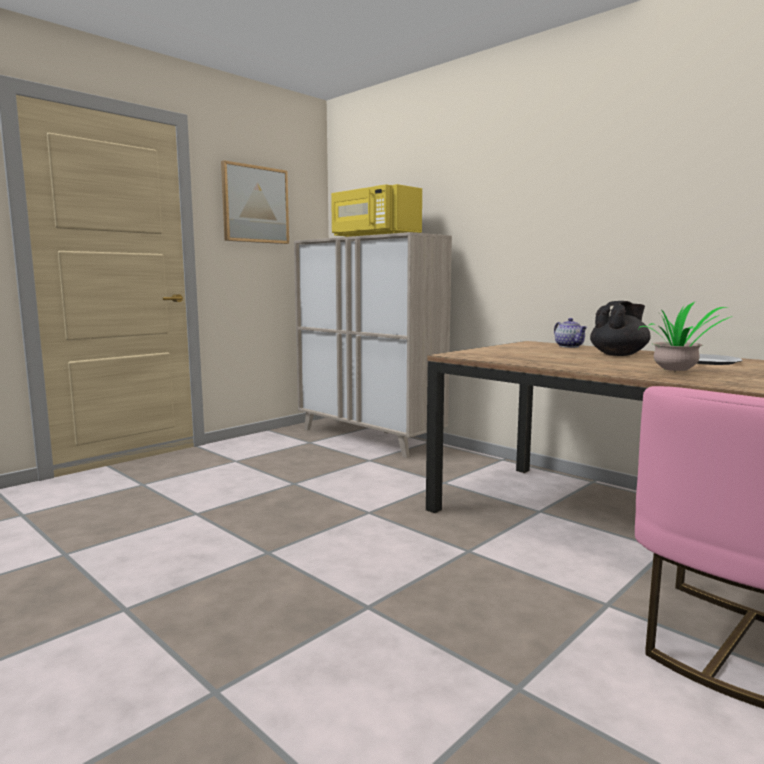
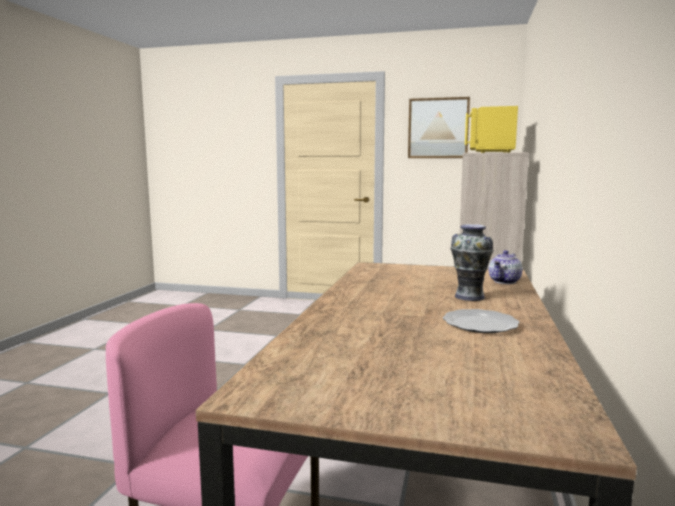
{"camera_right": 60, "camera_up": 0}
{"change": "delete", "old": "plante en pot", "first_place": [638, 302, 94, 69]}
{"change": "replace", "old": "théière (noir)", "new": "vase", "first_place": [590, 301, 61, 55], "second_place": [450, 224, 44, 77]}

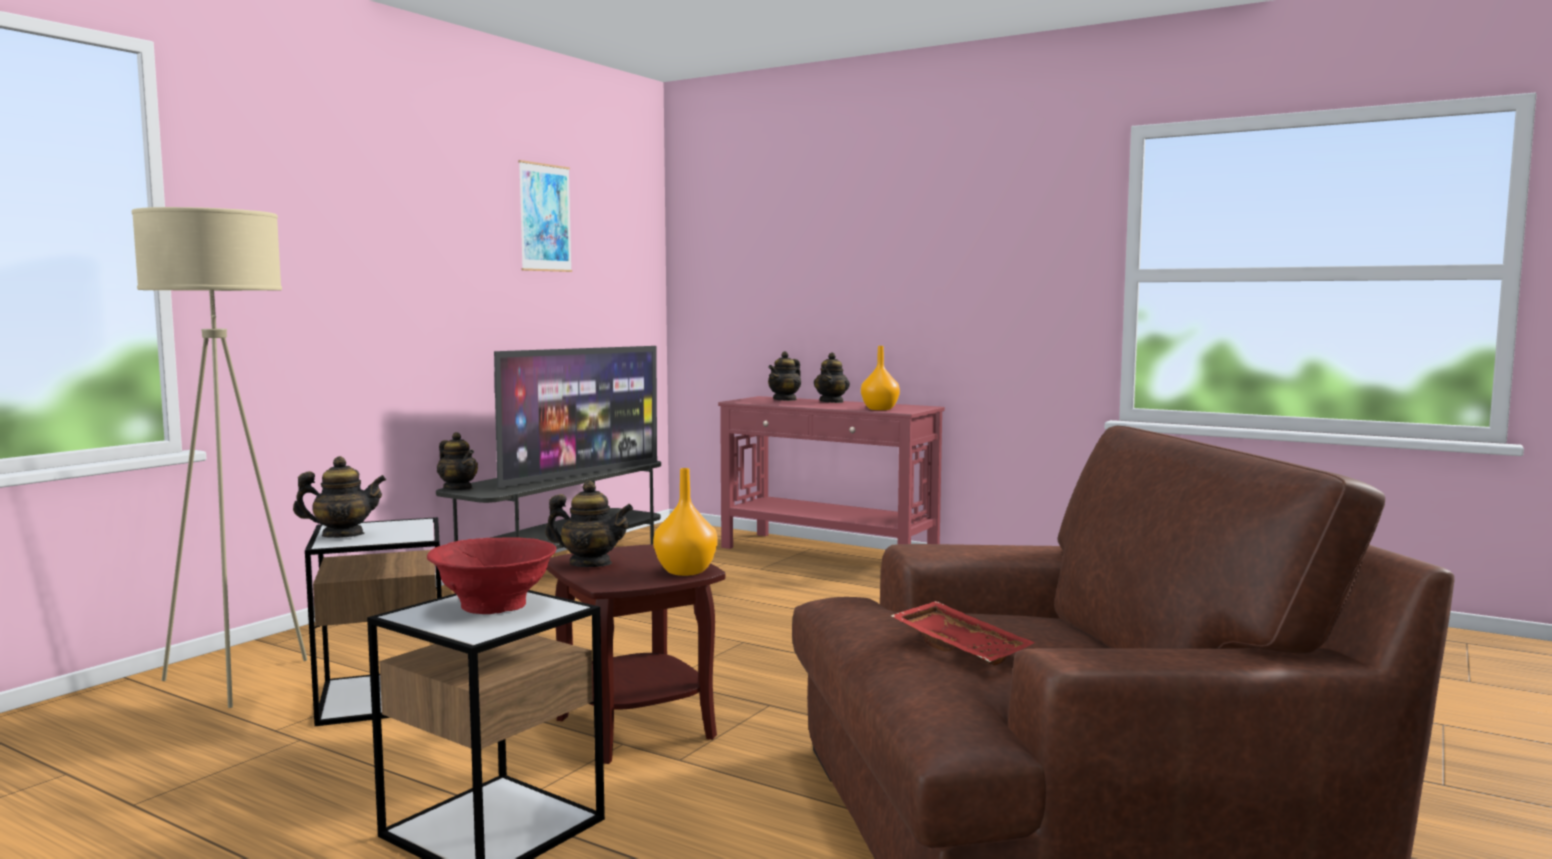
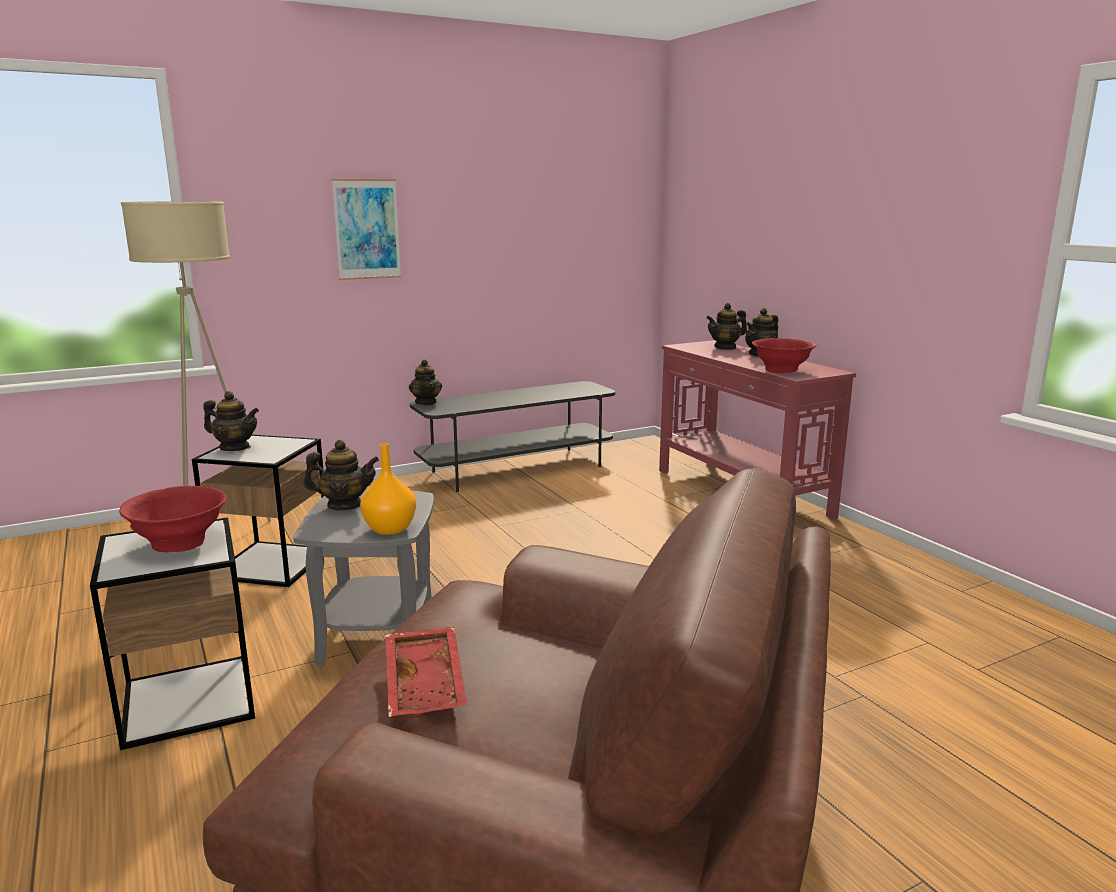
{"camera_right": 30, "camera_up": 10}
{"change": "delete", "old": "téléviseur", "first_place": [494, 346, 163, 141]}
{"change": "move", "old": "tableau", "first_place": [518, 160, 54, 112], "second_place": [332, 179, 69, 101]}
{"change": "replace", "old": "vase (orange)", "new": "bol (rouge)", "first_place": [861, 346, 39, 64], "second_place": [752, 338, 64, 35]}
{"change": "recolor", "old": "table d'appoint (marron)", "new": "table d'appoint (gris)", "first_place": [547, 544, 178, 220], "second_place": [293, 490, 141, 177]}
{"change": "rotate", "old": "théière", "first_place": [545, 481, 88, 86], "second_place": [303, 440, 76, 70], "degrees": -45}

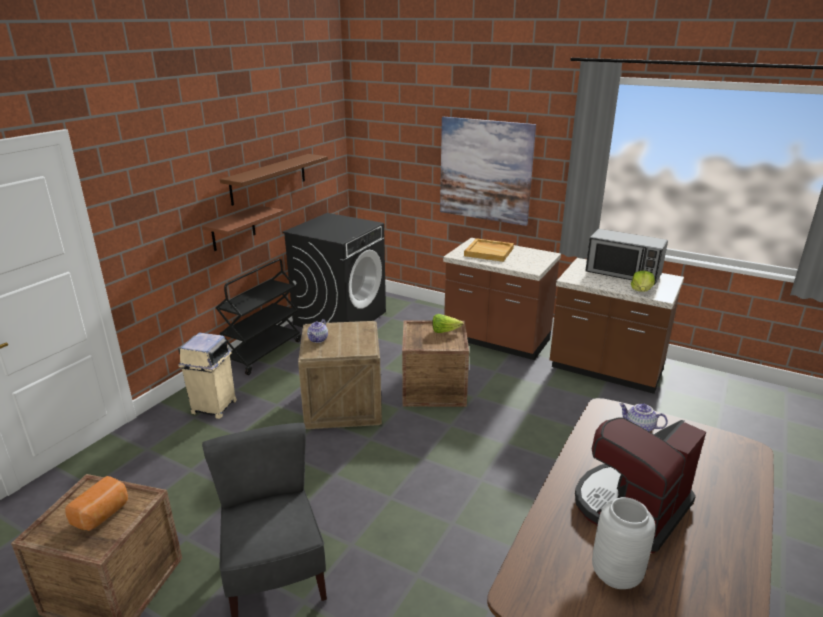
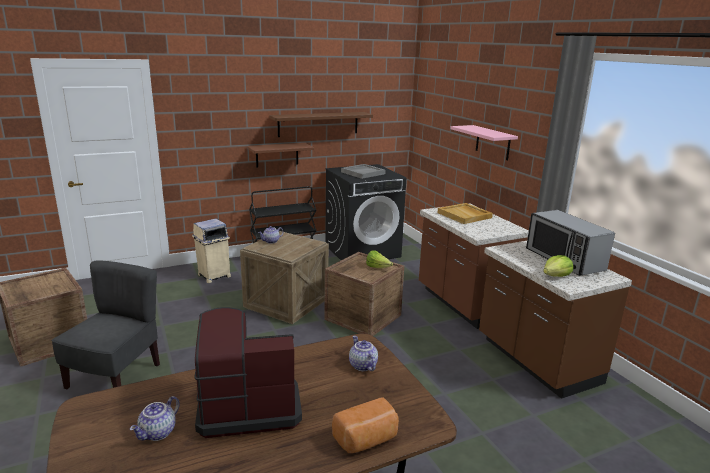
{"camera_right": 35, "camera_up": -5}
{"change": "insert", "new": "plateau (gris)", "second_place": [341, 164, 45, 15]}
{"change": "move", "old": "pain", "first_place": [65, 476, 63, 55], "second_place": [332, 398, 67, 55]}
{"change": "replace", "old": "tableau", "new": "étagère (rose)", "first_place": [440, 117, 96, 109], "second_place": [450, 125, 68, 35]}
{"change": "replace", "old": "vase (gris)", "new": "théière", "first_place": [592, 497, 63, 92], "second_place": [130, 396, 50, 45]}

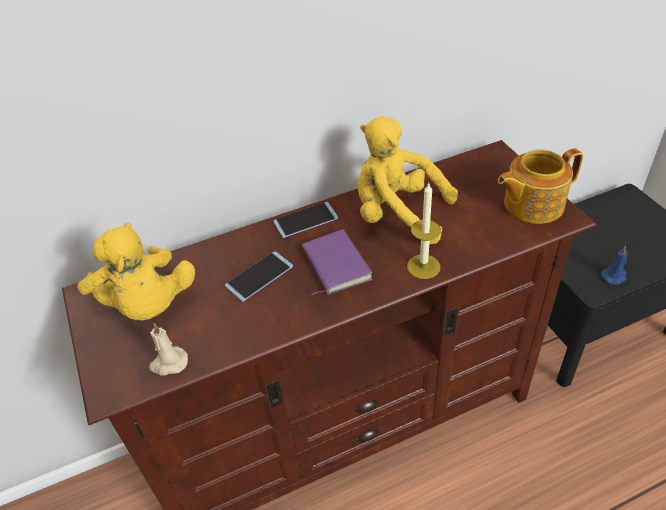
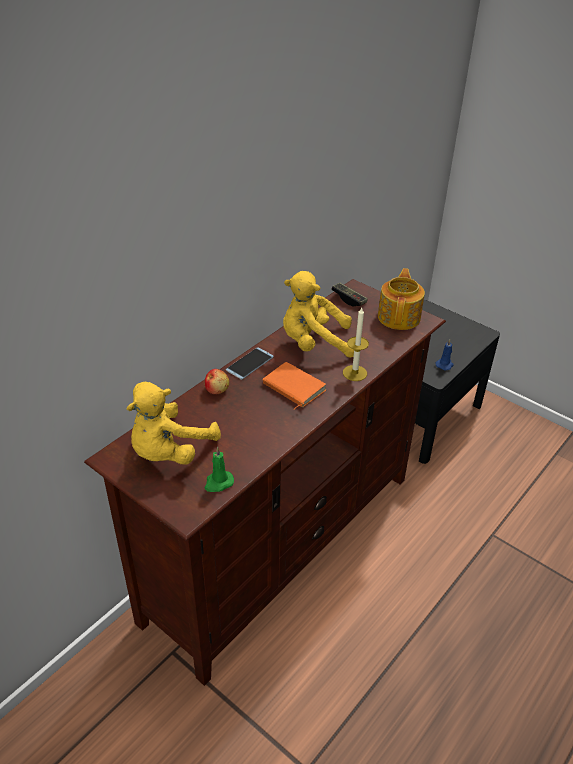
{"camera_right": -30, "camera_up": -5}
{"change": "delete", "old": "téléphone", "first_place": [225, 251, 68, 51]}
{"change": "insert", "new": "pomme", "second_place": [205, 369, 24, 25]}
{"change": "insert", "new": "manette", "second_place": [331, 283, 37, 23]}
{"change": "recolor", "old": "bougie (beige)", "new": "bougie (vert)", "first_place": [149, 323, 39, 52], "second_place": [204, 447, 30, 45]}
{"change": "recolor", "old": "livre (violet)", "new": "livre (orange)", "first_place": [302, 229, 70, 66], "second_place": [263, 362, 63, 48]}
{"change": "rotate", "old": "peluche (jaune)", "first_place": [77, 223, 118, 98], "second_place": [127, 382, 94, 83], "degrees": 90}
{"change": "rotate", "old": "théière", "first_place": [498, 148, 85, 76], "second_place": [378, 268, 47, 62], "degrees": 150}

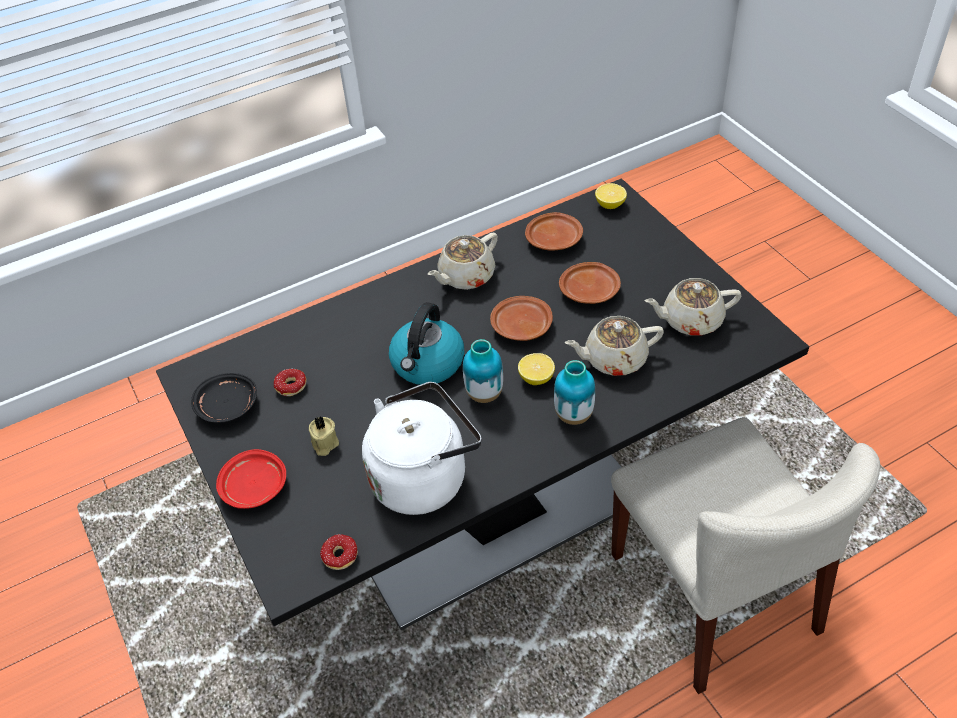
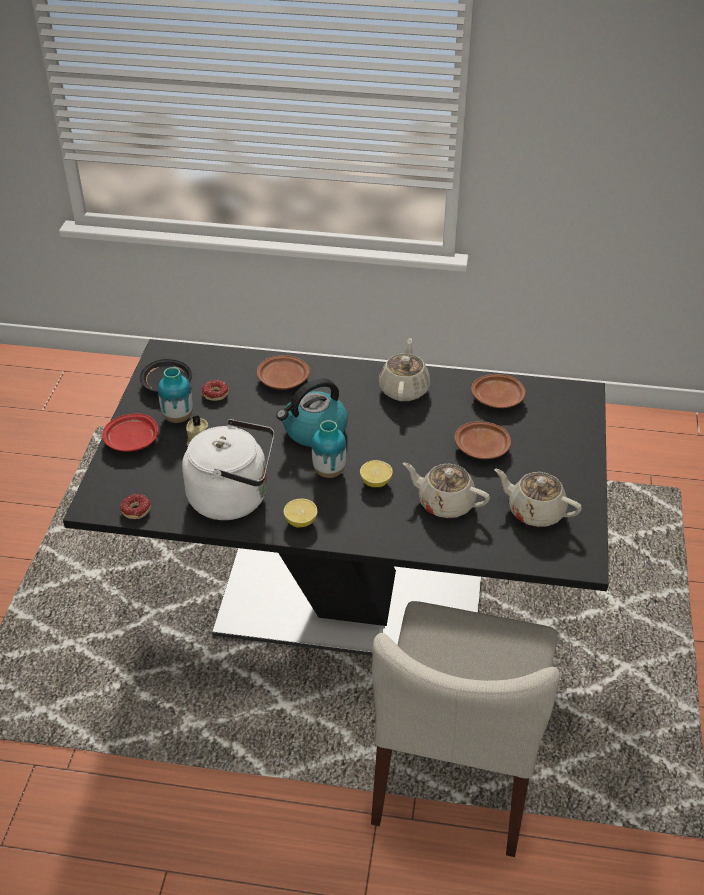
{"camera_right": 35, "camera_up": -5}
{"change": "move", "old": "assiette (marron)", "first_place": [490, 296, 63, 45], "second_place": [257, 355, 53, 35]}
{"change": "move", "old": "vase", "first_place": [554, 360, 41, 65], "second_place": [158, 367, 35, 56]}
{"change": "move", "old": "citron", "first_place": [595, 183, 32, 26], "second_place": [284, 499, 34, 29]}
{"change": "rotate", "old": "théière (beige)", "first_place": [428, 232, 70, 58], "second_place": [379, 338, 51, 63], "degrees": 105}

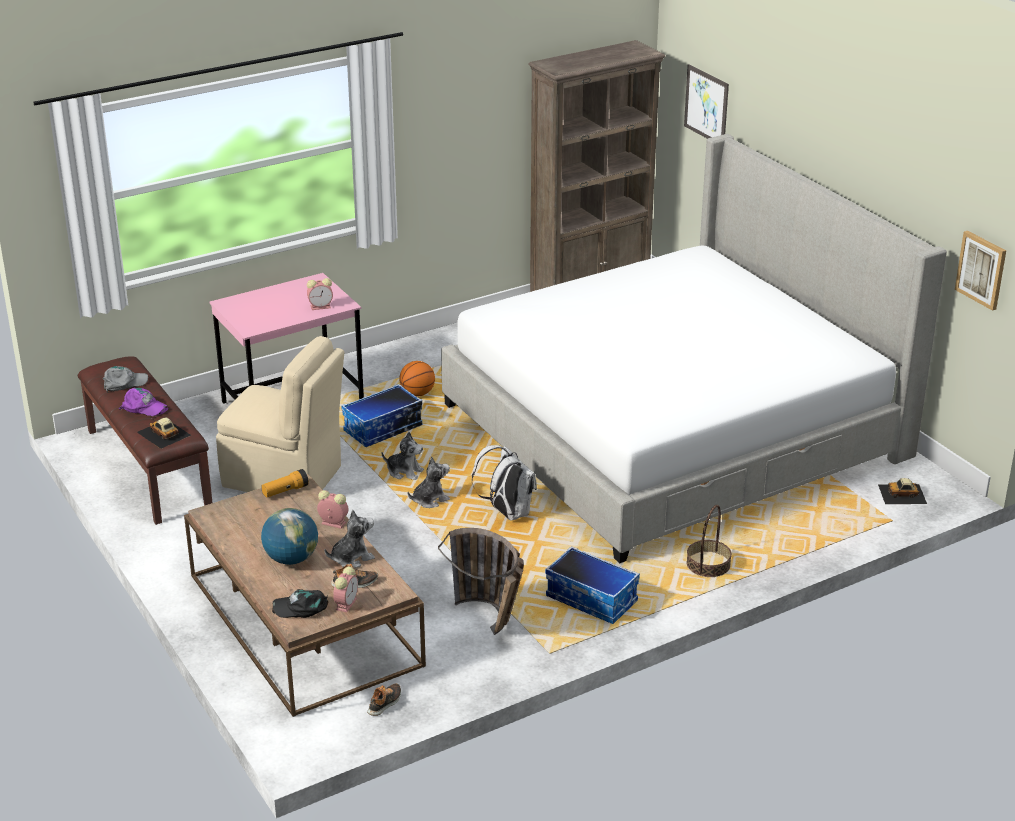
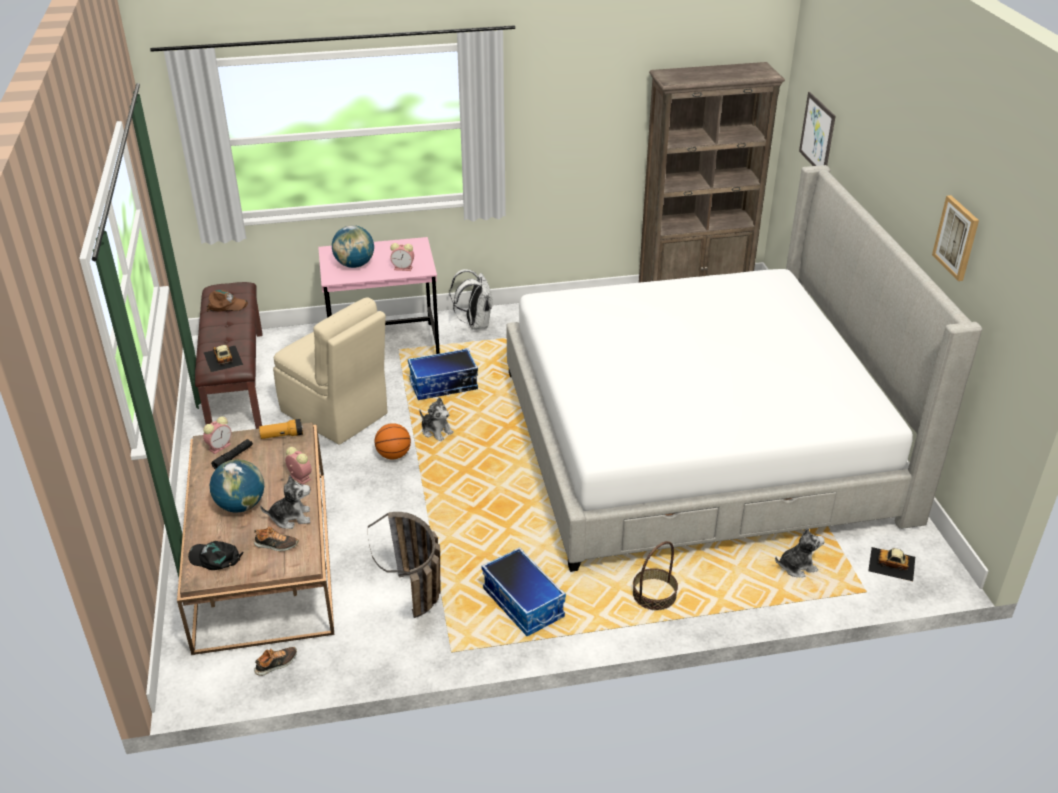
{"camera_right": 20, "camera_up": 5}
{"change": "delete", "old": "casquette (violet)", "first_place": [119, 388, 49, 28]}
{"change": "insert", "new": "lampe de poche (noir)", "second_place": [211, 439, 42, 31]}
{"change": "insert", "new": "globe", "second_place": [332, 225, 42, 43]}
{"change": "move", "old": "réveil", "first_place": [333, 567, 25, 46], "second_place": [203, 416, 29, 38]}
{"change": "move", "old": "ballon de basket", "first_place": [399, 361, 36, 35], "second_place": [374, 423, 37, 36]}
{"change": "move", "old": "peluche", "first_place": [408, 457, 42, 51], "second_place": [775, 527, 50, 50]}
{"change": "move", "old": "sac à dos (blanc)", "first_place": [472, 445, 65, 76], "second_place": [450, 269, 43, 60]}
{"change": "move", "old": "tableau", "first_place": [955, 231, 51, 80], "second_place": [932, 195, 47, 86]}
{"change": "recolor", "old": "casquette (gris)", "new": "casquette (marron)", "first_place": [103, 366, 46, 27], "second_place": [207, 290, 41, 22]}

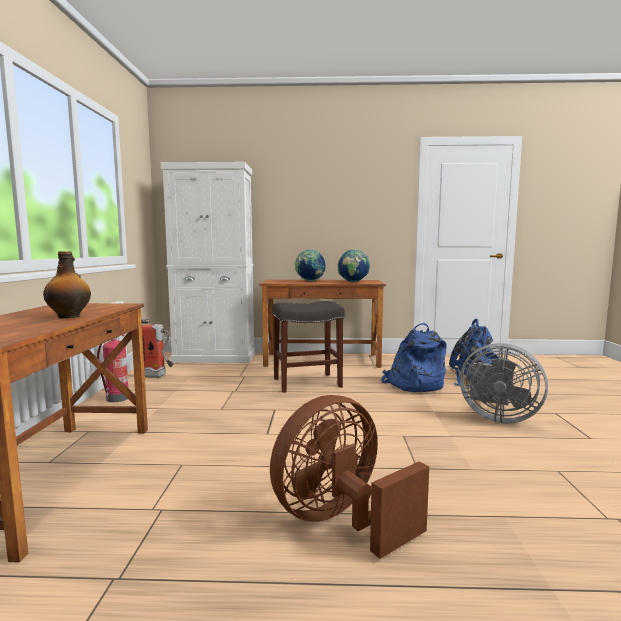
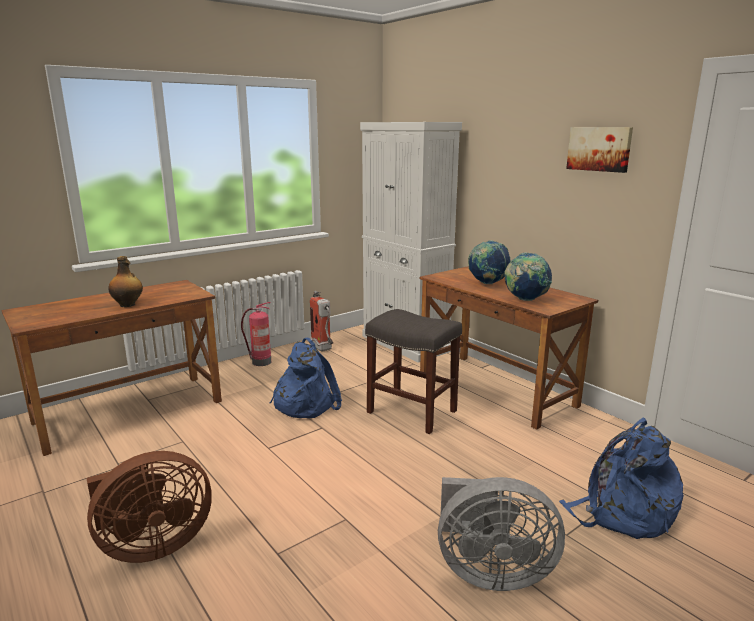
{"camera_right": 50, "camera_up": 10}
{"change": "insert", "new": "tableau", "second_place": [566, 127, 67, 46]}
{"change": "move", "old": "sac à dos (bleu)", "first_place": [381, 323, 65, 69], "second_place": [270, 337, 72, 81]}
{"change": "rotate", "old": "ventilateur (marron)", "first_place": [270, 395, 159, 164], "second_place": [87, 451, 125, 112], "degrees": 135}
{"change": "rotate", "old": "ventilateur (gris)", "first_place": [460, 343, 88, 81], "second_place": [438, 477, 127, 114], "degrees": -75}

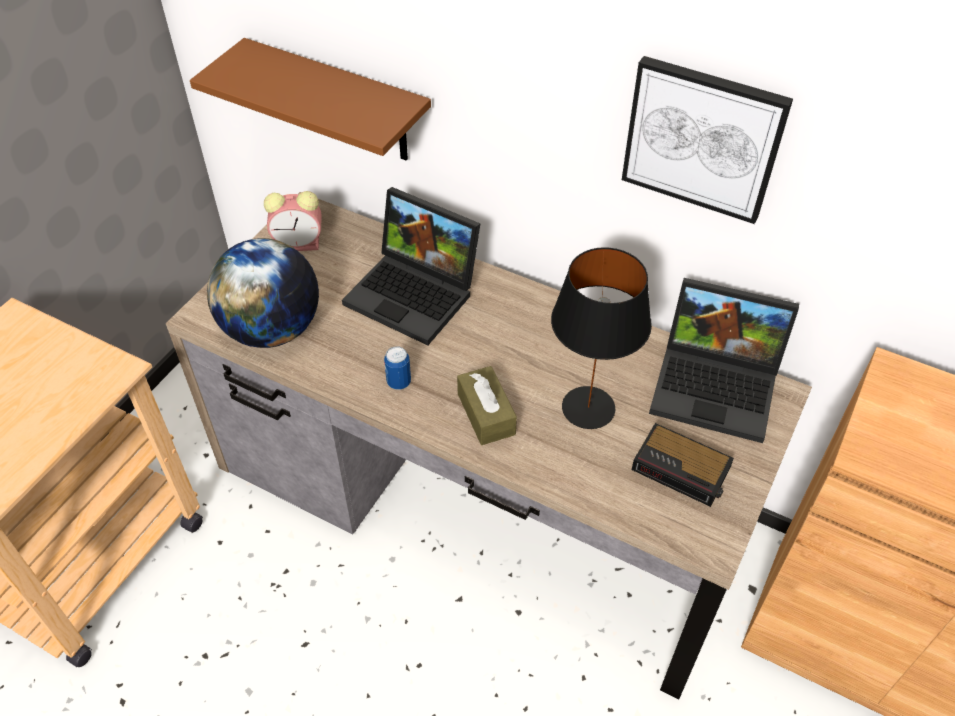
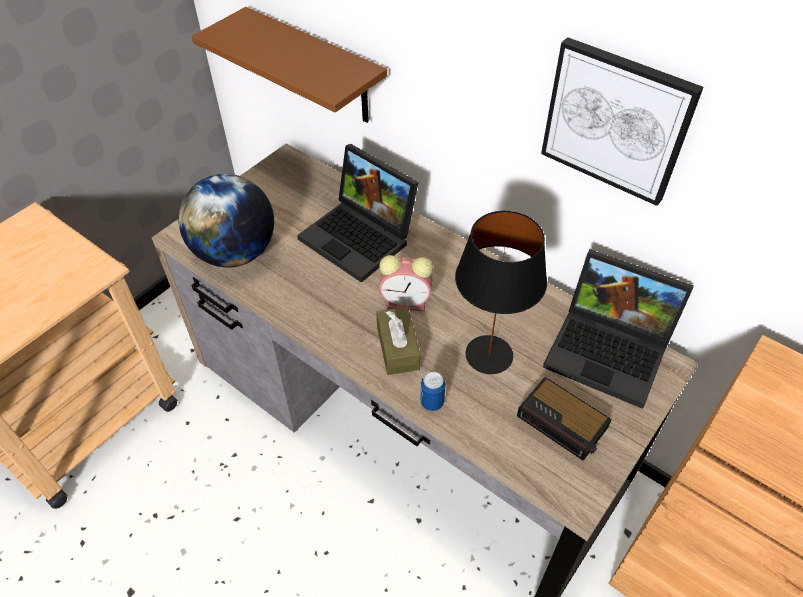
{"camera_right": 10, "camera_up": 0}
{"change": "move", "old": "réveil", "first_place": [264, 191, 58, 60], "second_place": [379, 255, 54, 56]}
{"change": "move", "old": "boîte métallique", "first_place": [384, 346, 27, 44], "second_place": [420, 371, 25, 40]}

